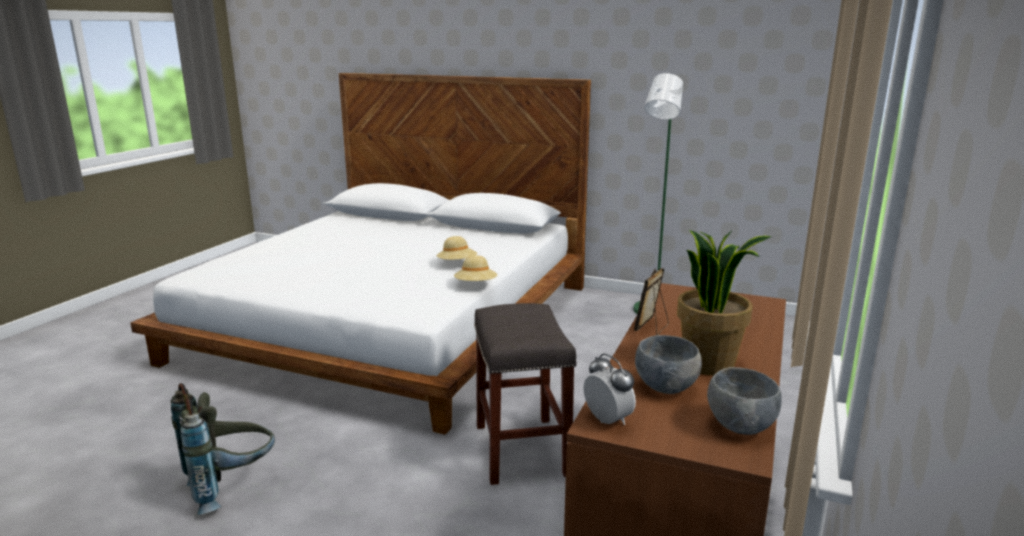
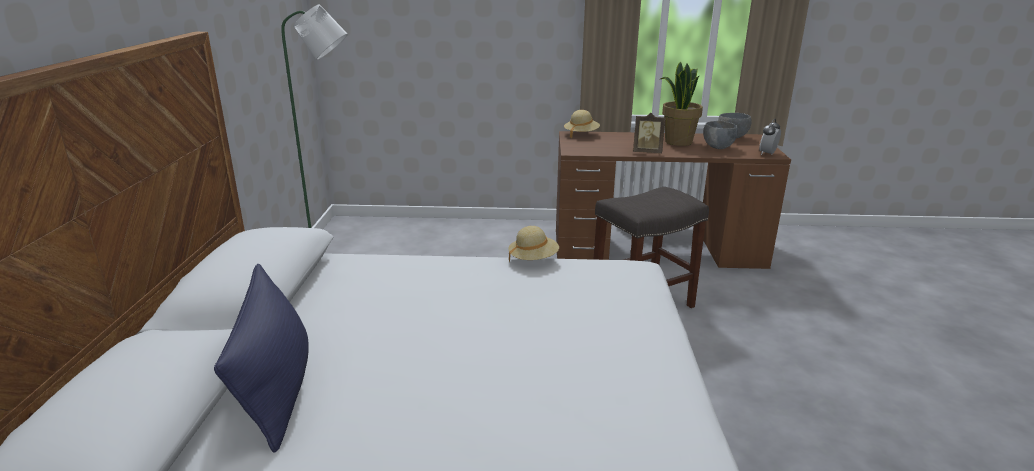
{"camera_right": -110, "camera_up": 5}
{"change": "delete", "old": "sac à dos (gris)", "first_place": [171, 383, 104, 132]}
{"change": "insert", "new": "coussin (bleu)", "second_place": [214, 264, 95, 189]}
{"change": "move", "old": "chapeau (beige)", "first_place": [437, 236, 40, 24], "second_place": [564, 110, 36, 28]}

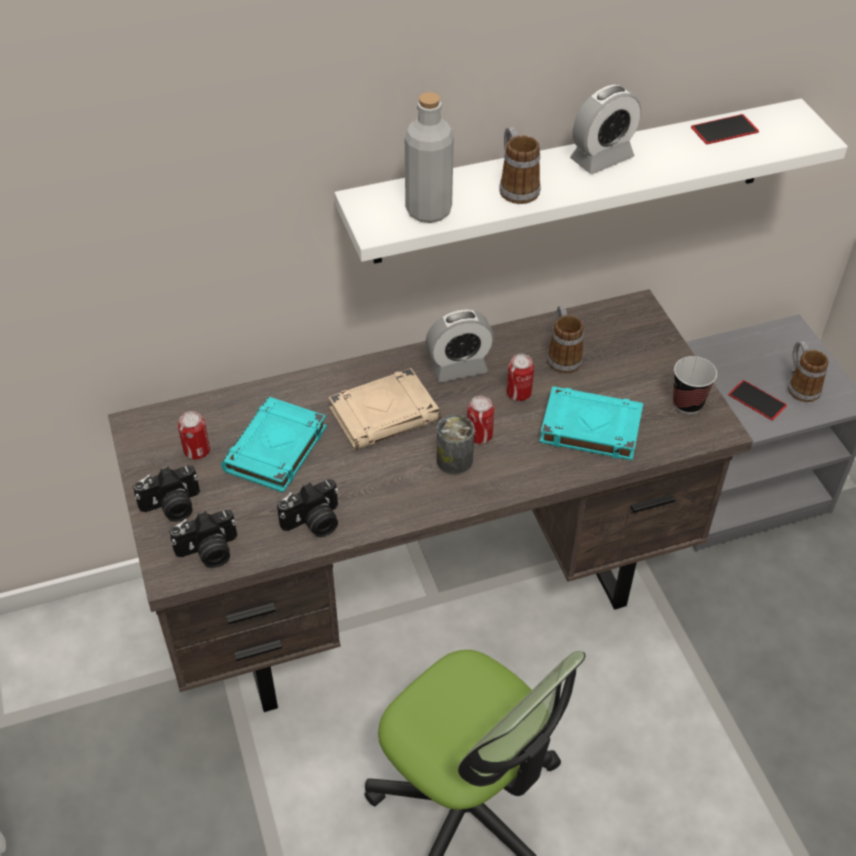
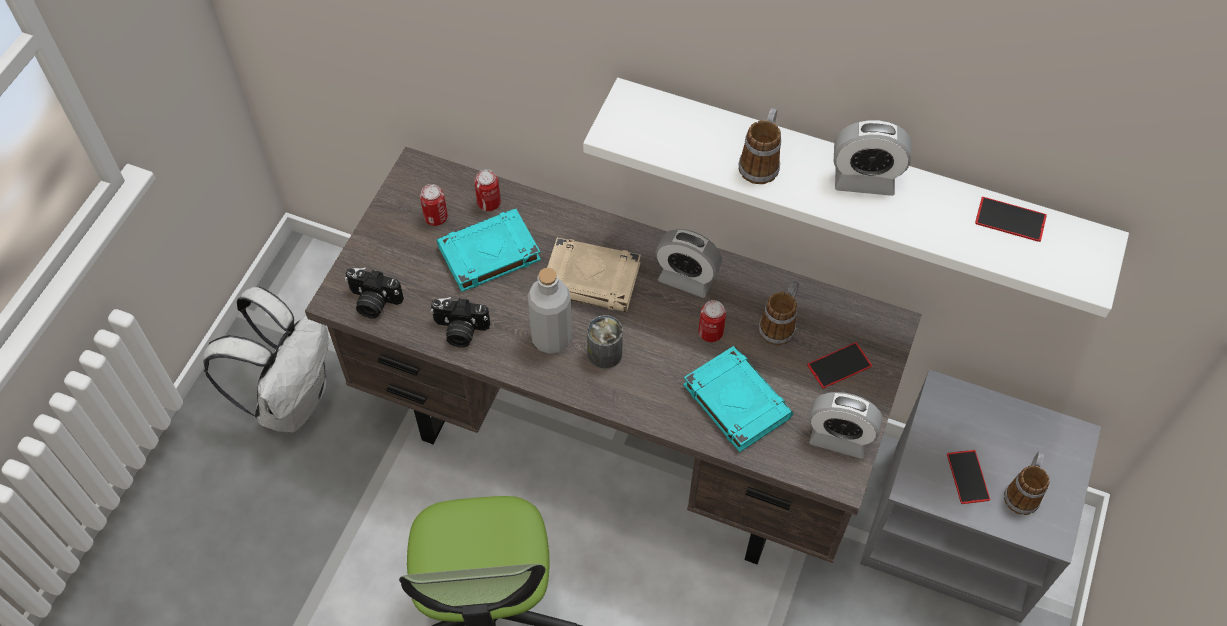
{"camera_right": 40, "camera_up": 10}
{"change": "delete", "old": "appareil photo", "first_place": [133, 465, 67, 57]}
{"change": "insert", "new": "sac à dos (blanc)", "second_place": [203, 286, 126, 147]}
{"change": "insert", "new": "téléphone", "second_place": [807, 342, 65, 46]}
{"change": "move", "old": "bouteille (gris)", "first_place": [405, 92, 49, 131], "second_place": [528, 268, 44, 86]}
{"change": "move", "old": "boîte métallique", "first_place": [467, 396, 27, 48], "second_place": [474, 169, 27, 42]}
{"change": "replace", "old": "tasse", "new": "réveil", "first_place": [673, 356, 44, 58], "second_place": [809, 392, 73, 67]}

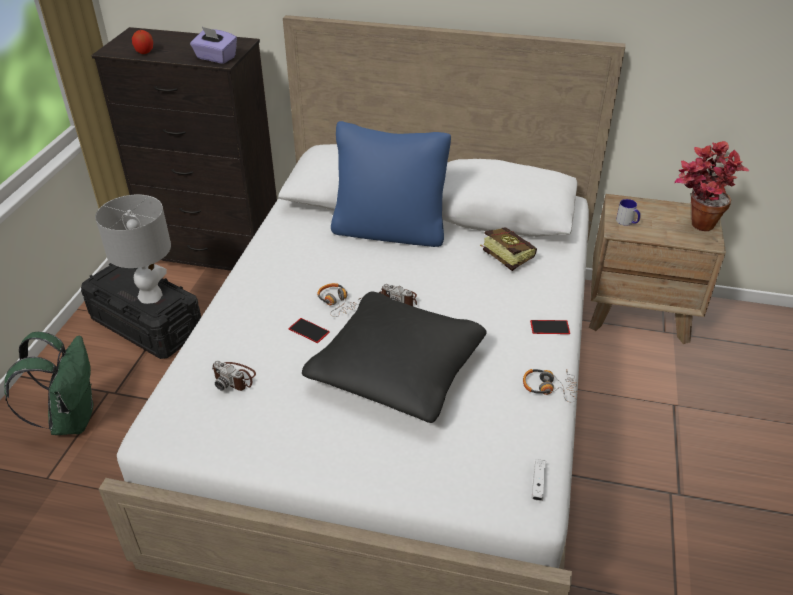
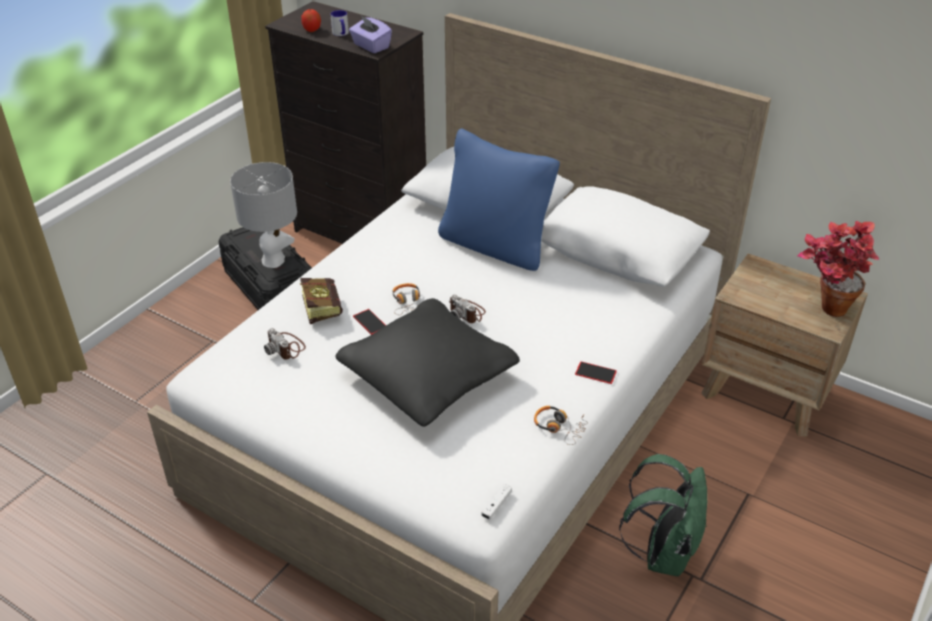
{"camera_right": 20, "camera_up": 0}
{"change": "move", "old": "sac à dos (vert)", "first_place": [4, 331, 89, 104], "second_place": [619, 454, 88, 122]}
{"change": "move", "old": "livre", "first_place": [480, 227, 57, 44], "second_place": [300, 278, 43, 46]}
{"change": "move", "old": "mug", "first_place": [616, 199, 24, 27], "second_place": [331, 10, 18, 26]}

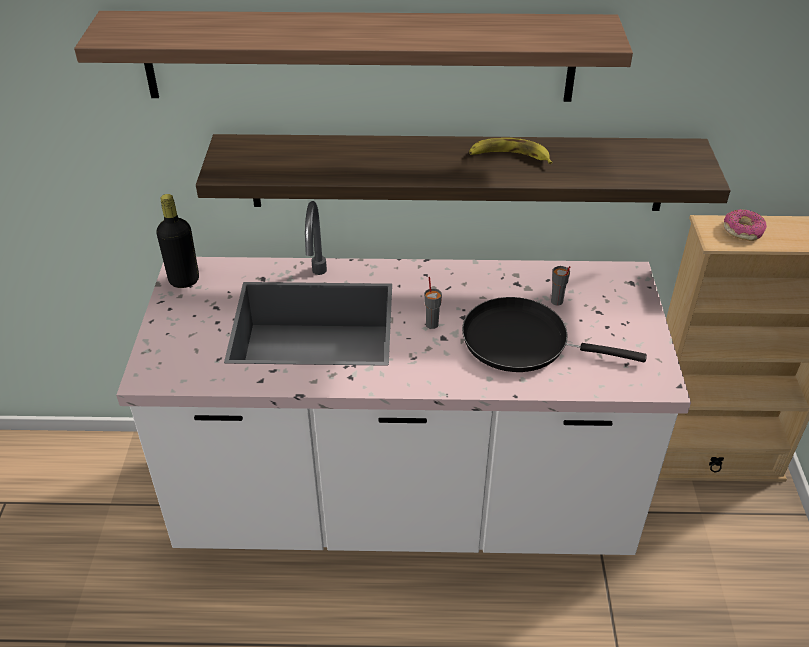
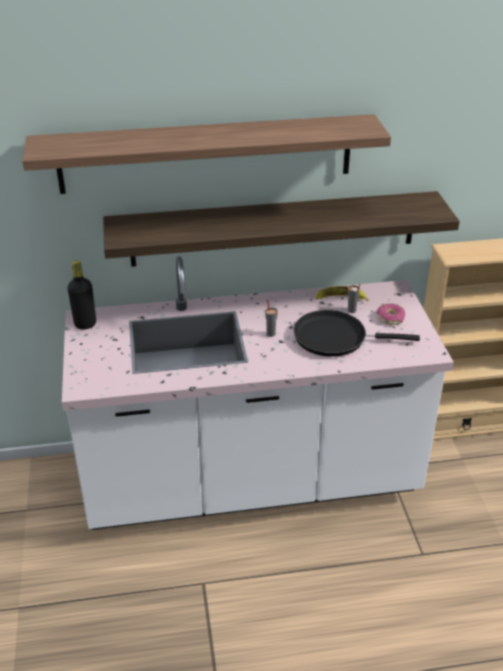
{"camera_right": -10, "camera_up": -5}
{"change": "move", "old": "banane", "first_place": [469, 138, 83, 26], "second_place": [316, 286, 53, 15]}
{"change": "move", "old": "beignet", "first_place": [723, 209, 44, 32], "second_place": [377, 304, 29, 21]}

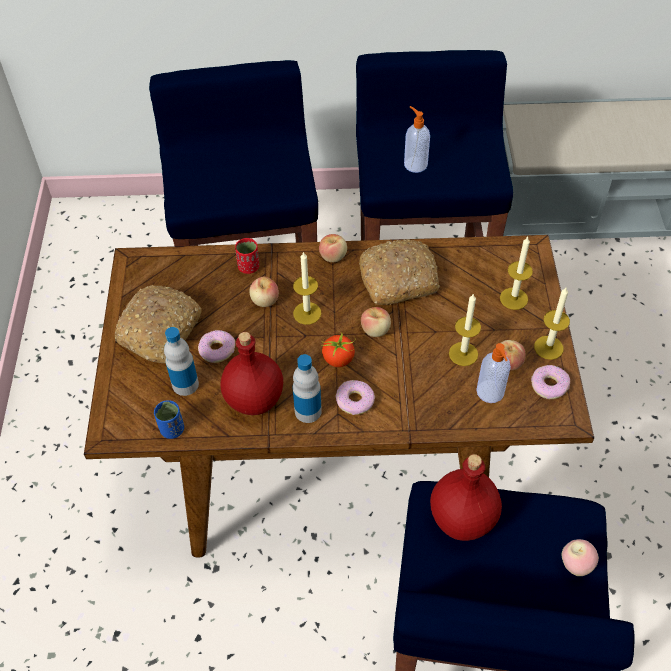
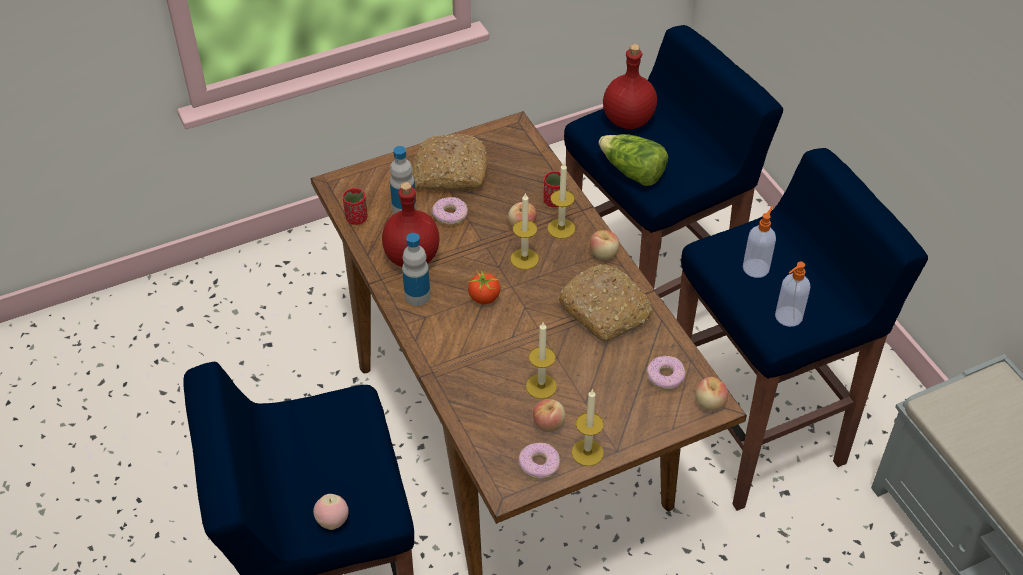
{"camera_right": 65, "camera_up": -5}
{"change": "insert", "new": "laitue", "second_place": [599, 134, 69, 52]}
{"change": "move", "old": "beignet", "first_place": [336, 380, 39, 35], "second_place": [647, 356, 38, 34]}
{"change": "move", "old": "pomme", "first_place": [361, 307, 30, 30], "second_place": [695, 377, 33, 34]}
{"change": "move", "old": "bouteille (rouge)", "first_place": [430, 454, 72, 87], "second_place": [603, 44, 54, 85]}
{"change": "move", "old": "distributeur de savon", "first_place": [476, 343, 35, 60], "second_place": [775, 262, 35, 65]}
{"change": "move", "old": "bougie", "first_place": [500, 237, 33, 73], "second_place": [548, 163, 27, 76]}
{"change": "recolor", "old": "tasse (bleu)", "new": "tasse (rouge)", "first_place": [154, 400, 30, 39], "second_place": [343, 188, 25, 37]}

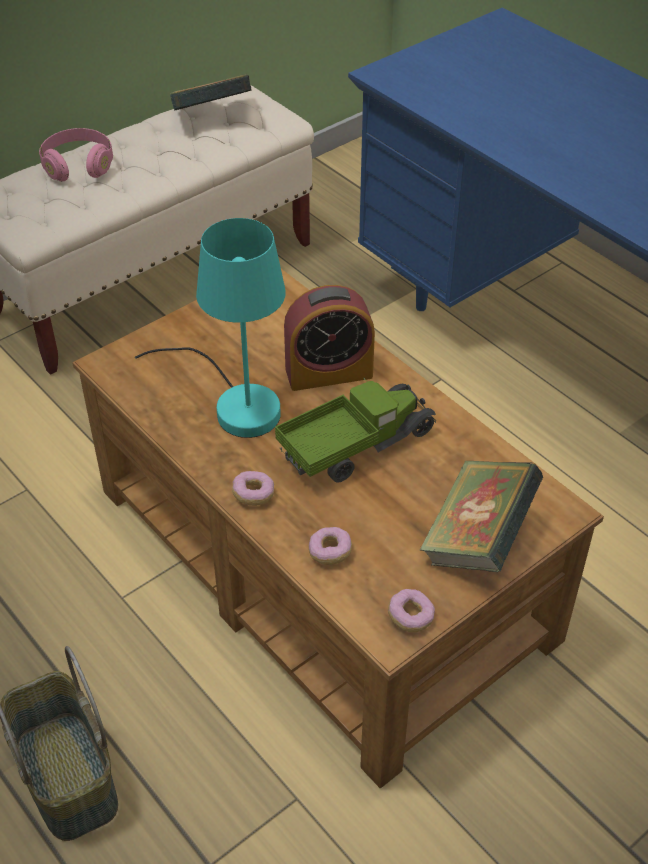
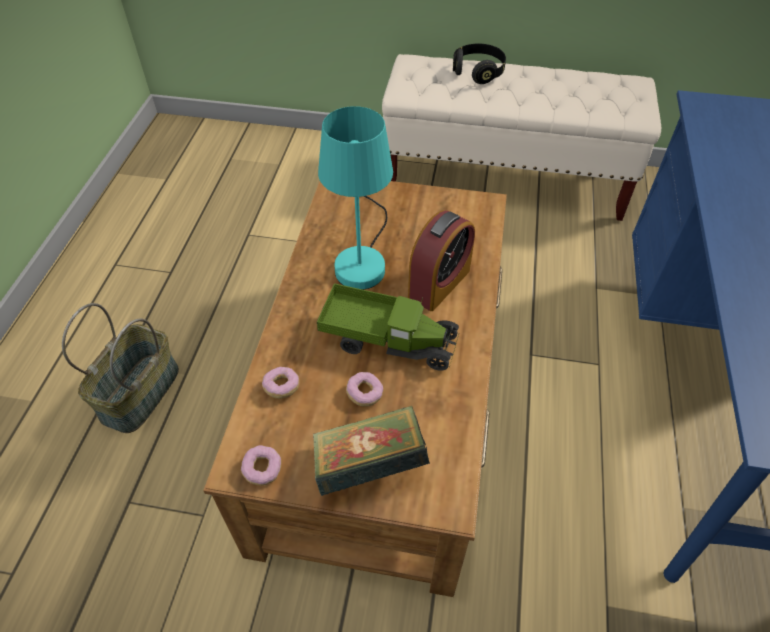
{"camera_right": 50, "camera_up": 5}
{"change": "delete", "old": "livre", "first_place": [170, 74, 82, 37]}
{"change": "move", "old": "beignet", "first_place": [232, 471, 42, 35], "second_place": [346, 372, 37, 35]}
{"change": "recolor", "old": "casque audio (rose)", "new": "casque audio (noir)", "first_place": [39, 128, 74, 54], "second_place": [453, 44, 53, 40]}
{"change": "rotate", "old": "réveil", "first_place": [284, 285, 91, 106], "second_place": [408, 210, 67, 101], "degrees": -90}

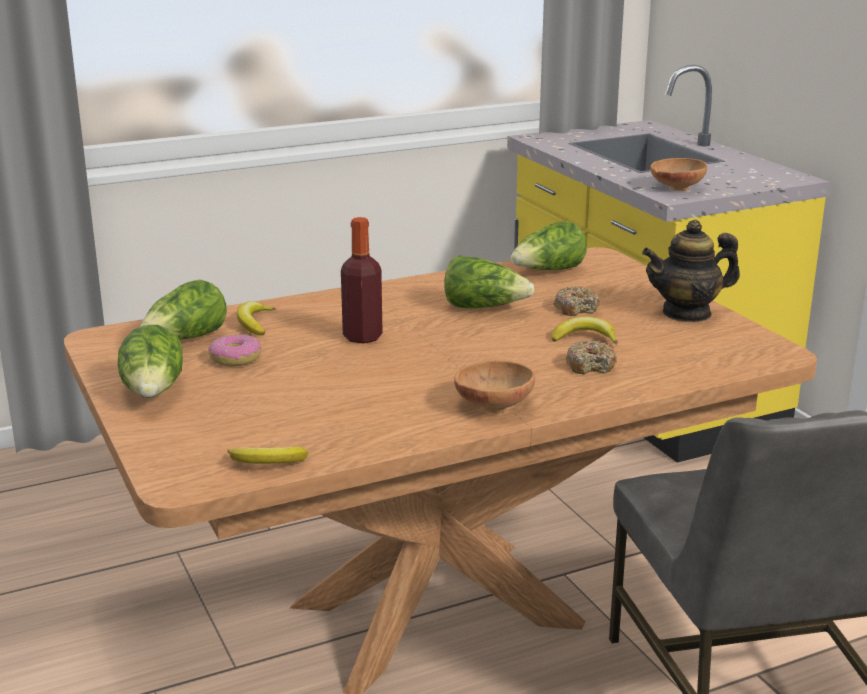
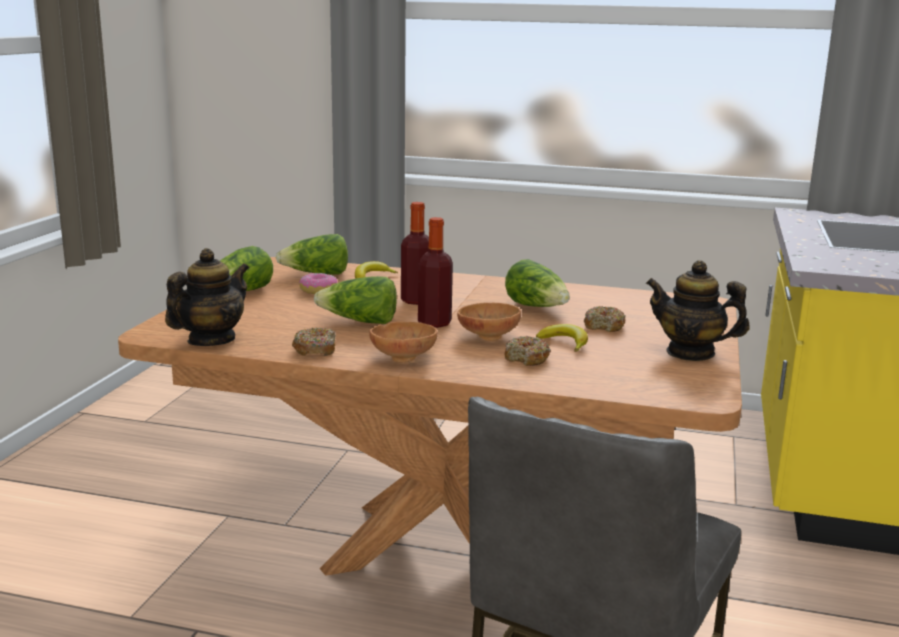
{"camera_right": 40, "camera_up": -5}
{"change": "insert", "new": "beignet", "second_place": [292, 328, 44, 28]}
{"change": "insert", "new": "bouteille", "second_place": [418, 217, 35, 111]}
{"change": "move", "old": "laitue", "first_place": [511, 221, 76, 49], "second_place": [314, 276, 83, 48]}
{"change": "move", "old": "bol (marron)", "first_place": [650, 158, 57, 33], "second_place": [457, 303, 64, 38]}
{"change": "replace", "old": "banane", "new": "théière", "first_place": [227, 447, 81, 17], "second_place": [165, 248, 84, 98]}

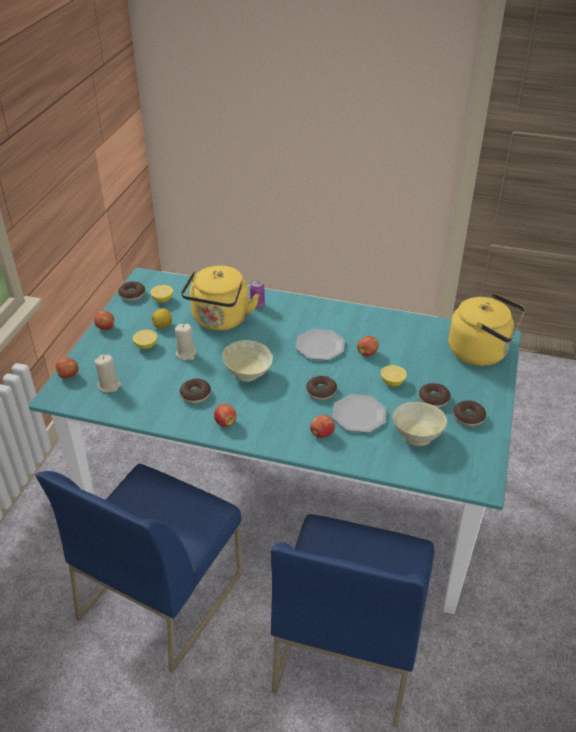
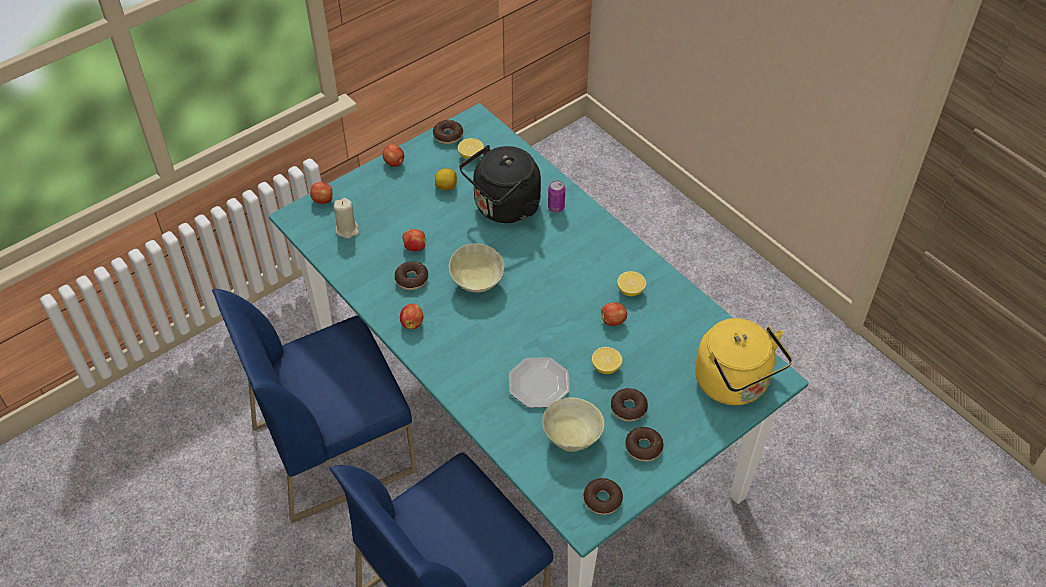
{"camera_right": 35, "camera_up": 10}
{"change": "delete", "old": "bougie (beige)", "first_place": [175, 324, 22, 37]}
{"change": "delete", "old": "assiette", "first_place": [296, 329, 49, 31]}
{"change": "move", "old": "citron", "first_place": [133, 330, 24, 19], "second_place": [617, 271, 29, 26]}
{"change": "move", "old": "beignet", "first_place": [306, 376, 31, 24], "second_place": [583, 478, 40, 37]}
{"change": "move", "old": "pomme", "first_place": [310, 415, 25, 23], "second_place": [402, 229, 24, 22]}
{"change": "recolor", "old": "bouilloire (jaune)", "new": "bouilloire (noir)", "first_place": [181, 266, 78, 65], "second_place": [459, 145, 82, 78]}

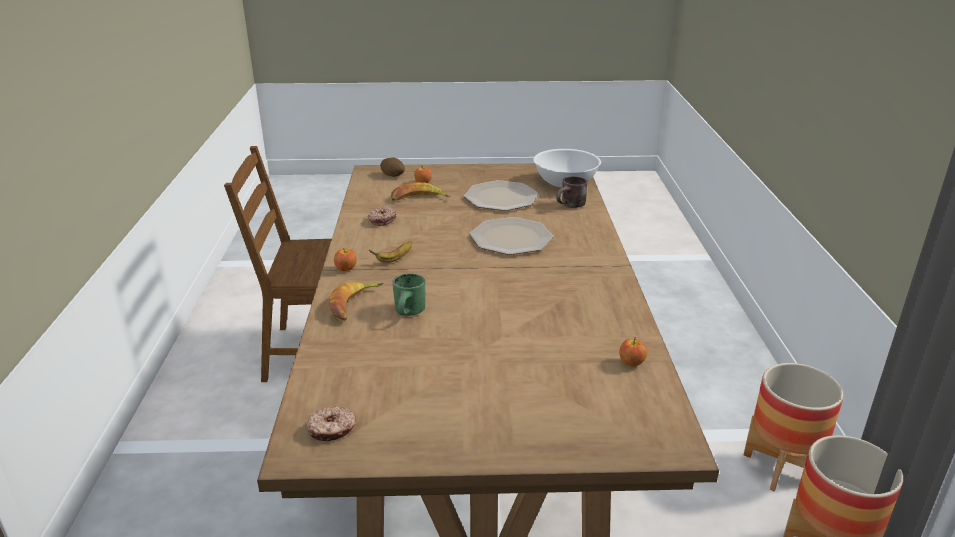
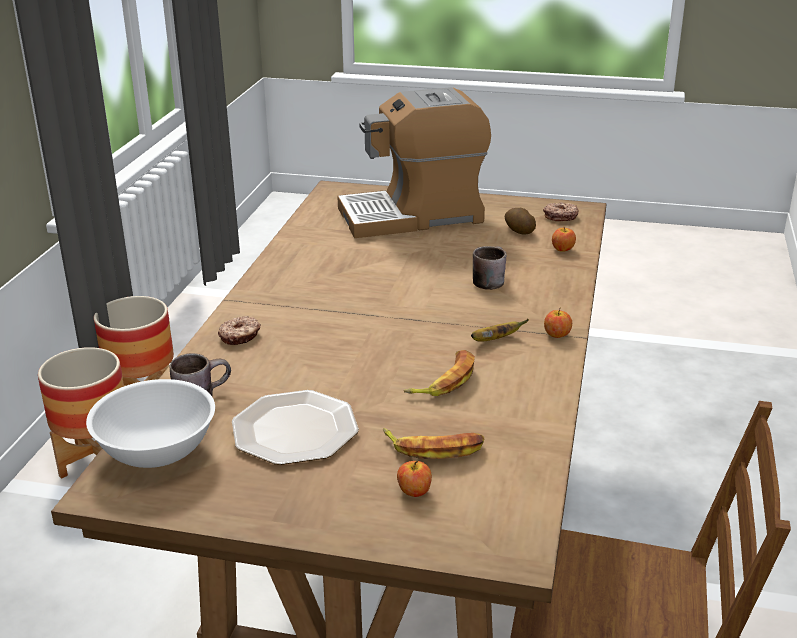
{"camera_right": -165, "camera_up": 0}
{"change": "delete", "old": "assiette", "first_place": [470, 217, 83, 38]}
{"change": "insert", "new": "machine à café", "second_place": [337, 87, 154, 151]}
{"change": "move", "old": "banane", "first_place": [329, 282, 54, 39], "second_place": [404, 350, 71, 46]}
{"change": "move", "old": "beignet", "first_place": [368, 206, 28, 20], "second_place": [218, 316, 43, 29]}
{"change": "move", "old": "pomme de terre", "first_place": [380, 158, 25, 19], "second_place": [505, 208, 31, 26]}
{"change": "move", "old": "pomme", "first_place": [619, 337, 28, 30], "second_place": [552, 227, 24, 25]}
{"change": "recolor", "old": "mug (vert)", "new": "mug (marron)", "first_place": [392, 273, 33, 43], "second_place": [473, 246, 33, 44]}

